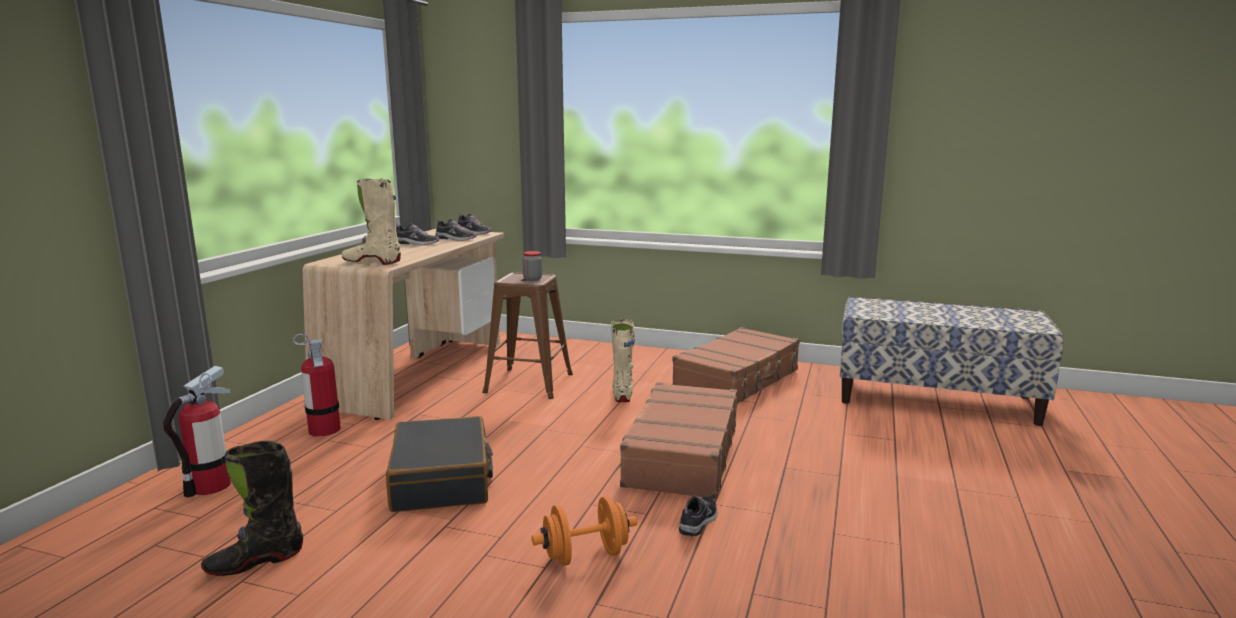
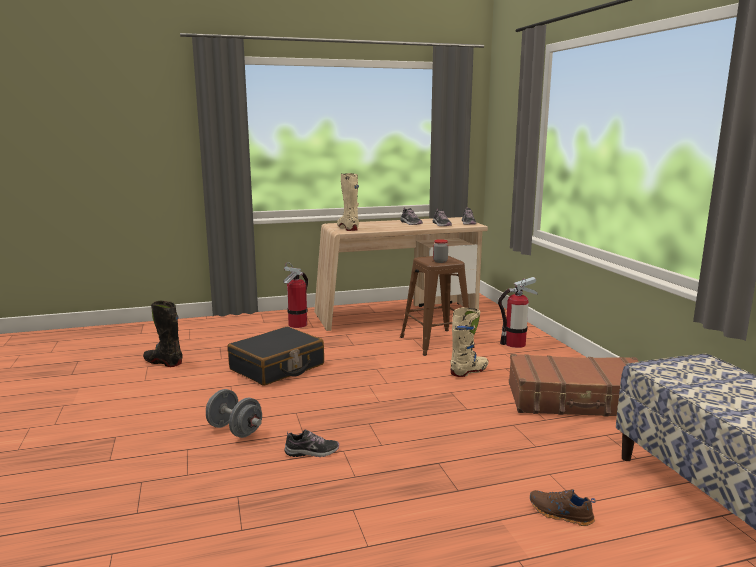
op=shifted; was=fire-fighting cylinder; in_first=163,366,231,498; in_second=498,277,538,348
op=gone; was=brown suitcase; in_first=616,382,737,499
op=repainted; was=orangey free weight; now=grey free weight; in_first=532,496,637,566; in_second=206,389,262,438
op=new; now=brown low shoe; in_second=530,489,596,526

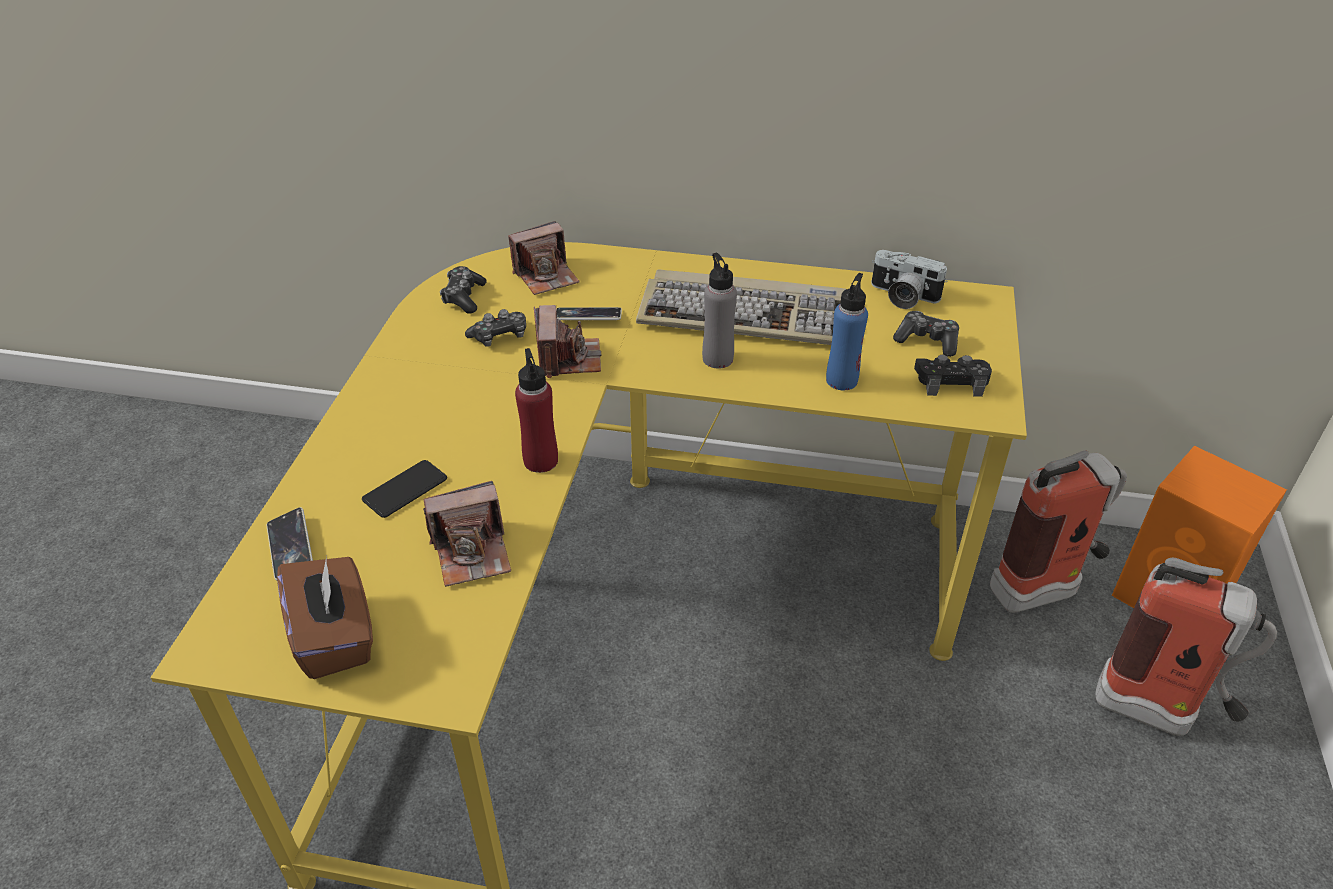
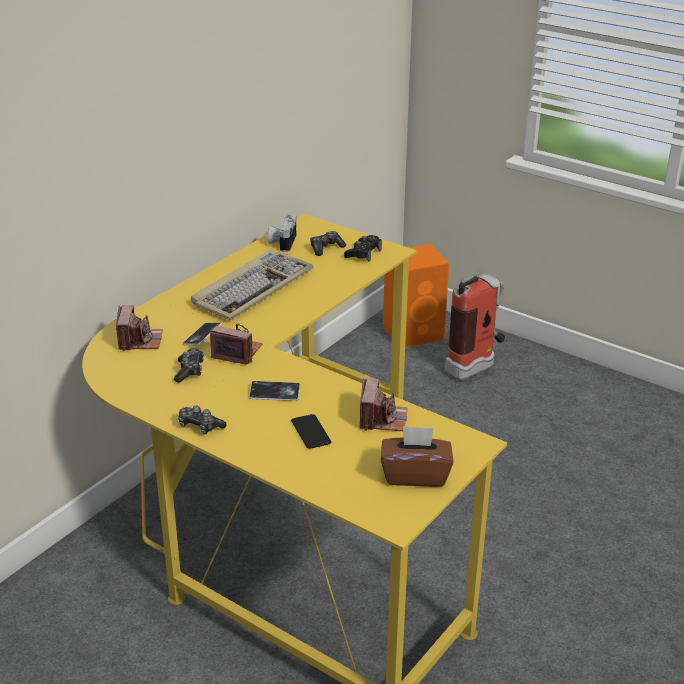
op=rotated; was=photo camera; in_first=871,250,947,309; in_second=268,214,296,252; clockwise=135
op=gone; was=grey bottle; in_first=702,253,737,369
op=shifted; was=joypad; in_first=440,266,487,313; in_second=178,405,227,434
op=gone; was=blue-coloured bottle; in_first=826,273,868,390
op=gone; was=red-coloured bottle; in_first=515,348,558,473
op=gone; was=fire-fighting cylinder; in_first=990,450,1127,613
op=shifted; was=telephone; in_first=267,507,313,581; in_second=249,381,300,401

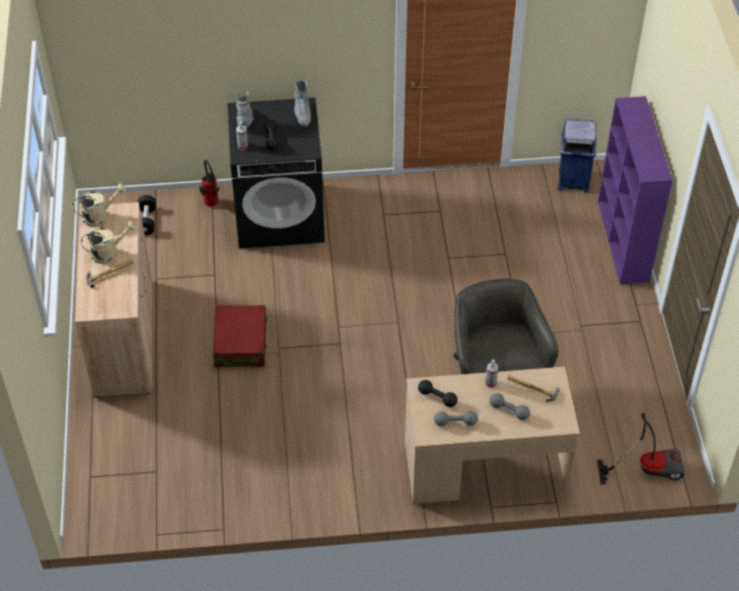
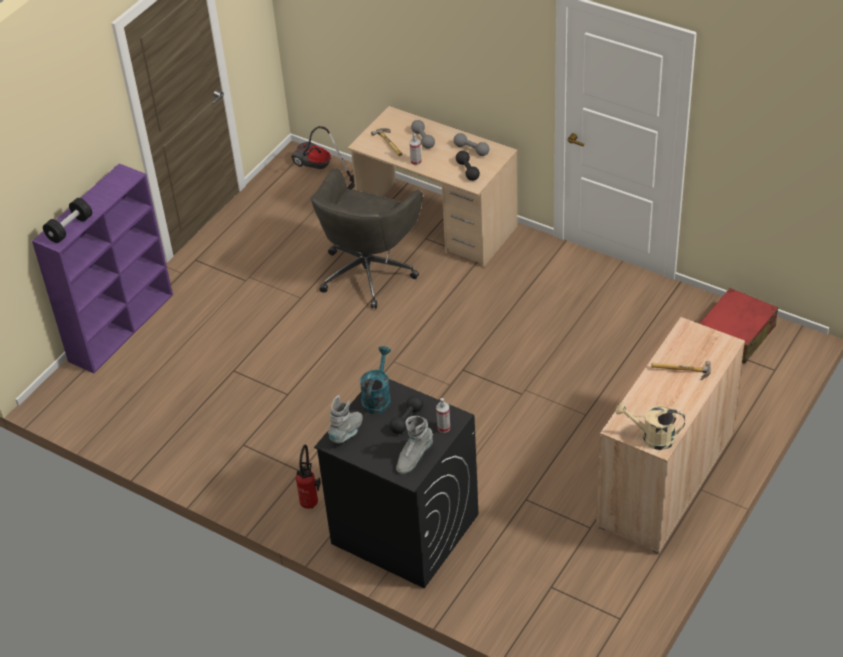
op=gone; was=blue-coloured waste bin; in_first=558,119,597,193
op=shifted; was=fire-fighting cylinder; in_first=199,160,219,207; in_second=296,444,321,509
op=shifted; was=black-coloured free weight; in_first=138,195,156,235; in_second=43,198,92,243
op=gone; was=sand-coloured watering pot; in_first=81,221,136,263
op=shifted; was=red-coloured suitcase; in_first=213,305,267,367; in_second=699,288,778,363
op=new; now=turquoise-coloured watering pot; in_second=360,346,391,414

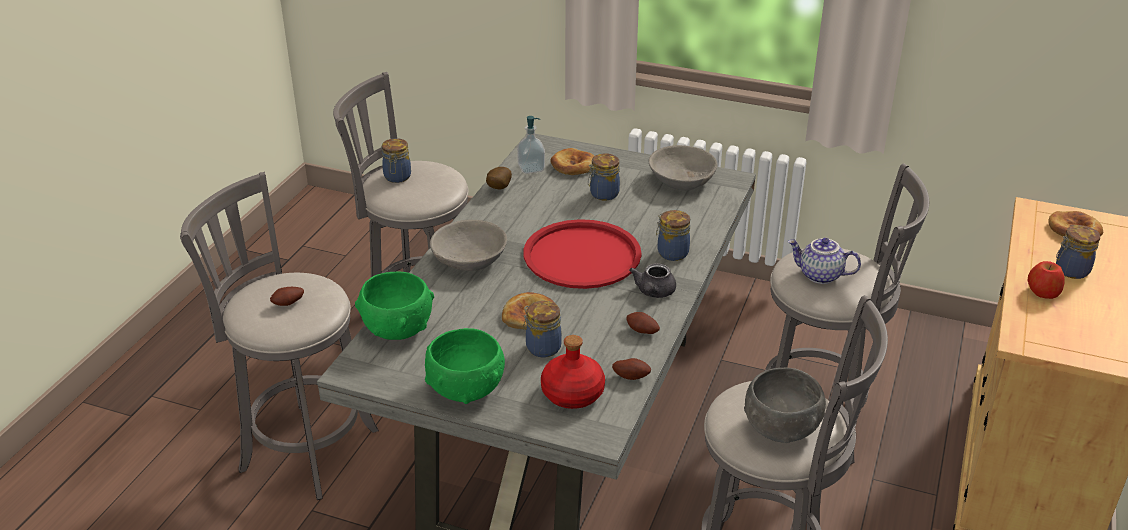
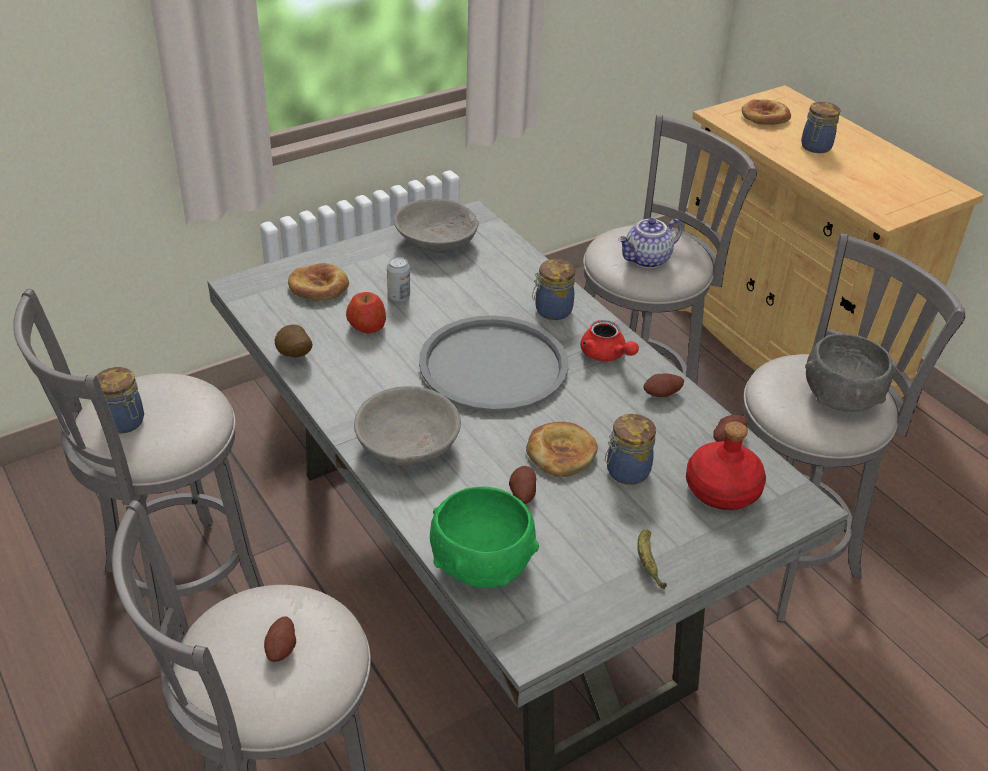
op=gone; was=liquid soap bottle; in_first=517,116,545,174
op=swapped; was=preserve jar; now=can; in_first=588,153,620,200; in_second=387,257,410,302
op=repainted; was=red-coloured serving tray; now=grey serving tray; in_first=524,219,642,289; in_second=419,315,569,412
op=shifted; was=apple; in_first=1028,261,1065,299; in_second=346,292,386,333
op=repainted; was=grey teapot; now=red-coloured teapot; in_first=629,263,676,298; in_second=581,320,639,362
op=swapped; was=green deep dish; now=banana fruit; in_first=425,328,505,404; in_second=637,530,667,589
op=new; now=whole potato; in_second=509,466,536,504

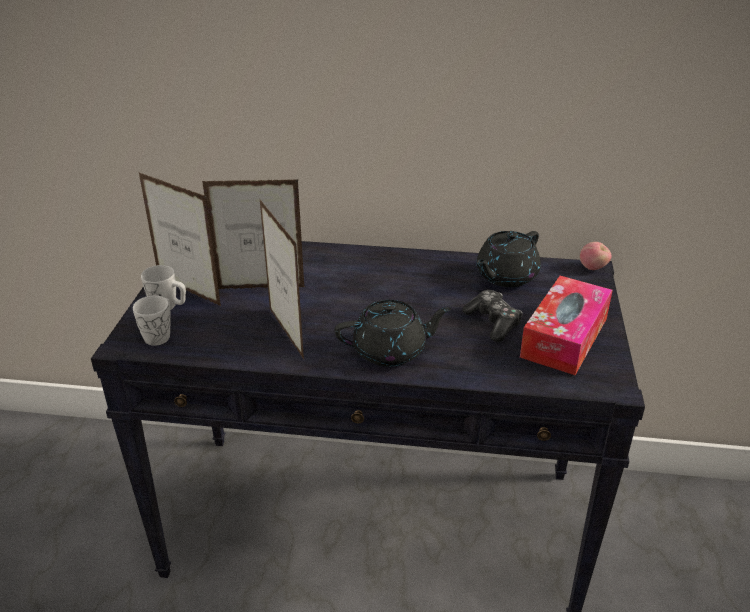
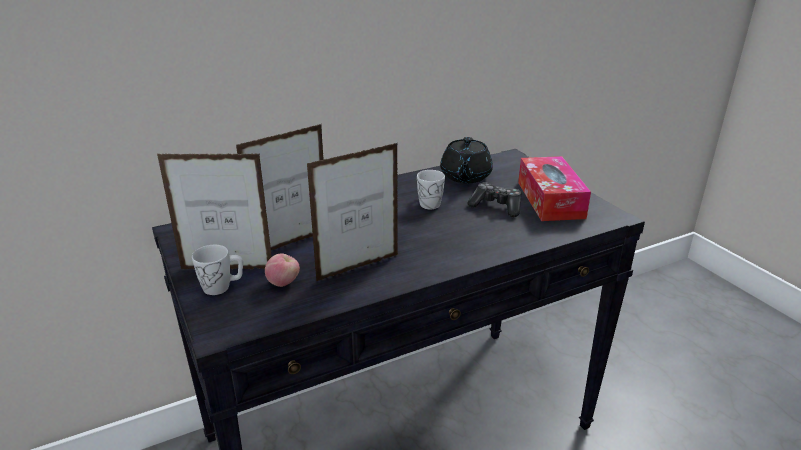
op=rotated; was=photo frame; in_first=260,200,304,359; in_second=307,143,398,281; clockwise=-60
op=shifted; was=apple; in_first=580,242,611,270; in_second=265,254,300,287
op=shifted; was=whitish tea mug; in_first=133,296,171,346; in_second=417,170,445,209
op=gone; was=black-coloured teapot; in_first=334,300,451,367

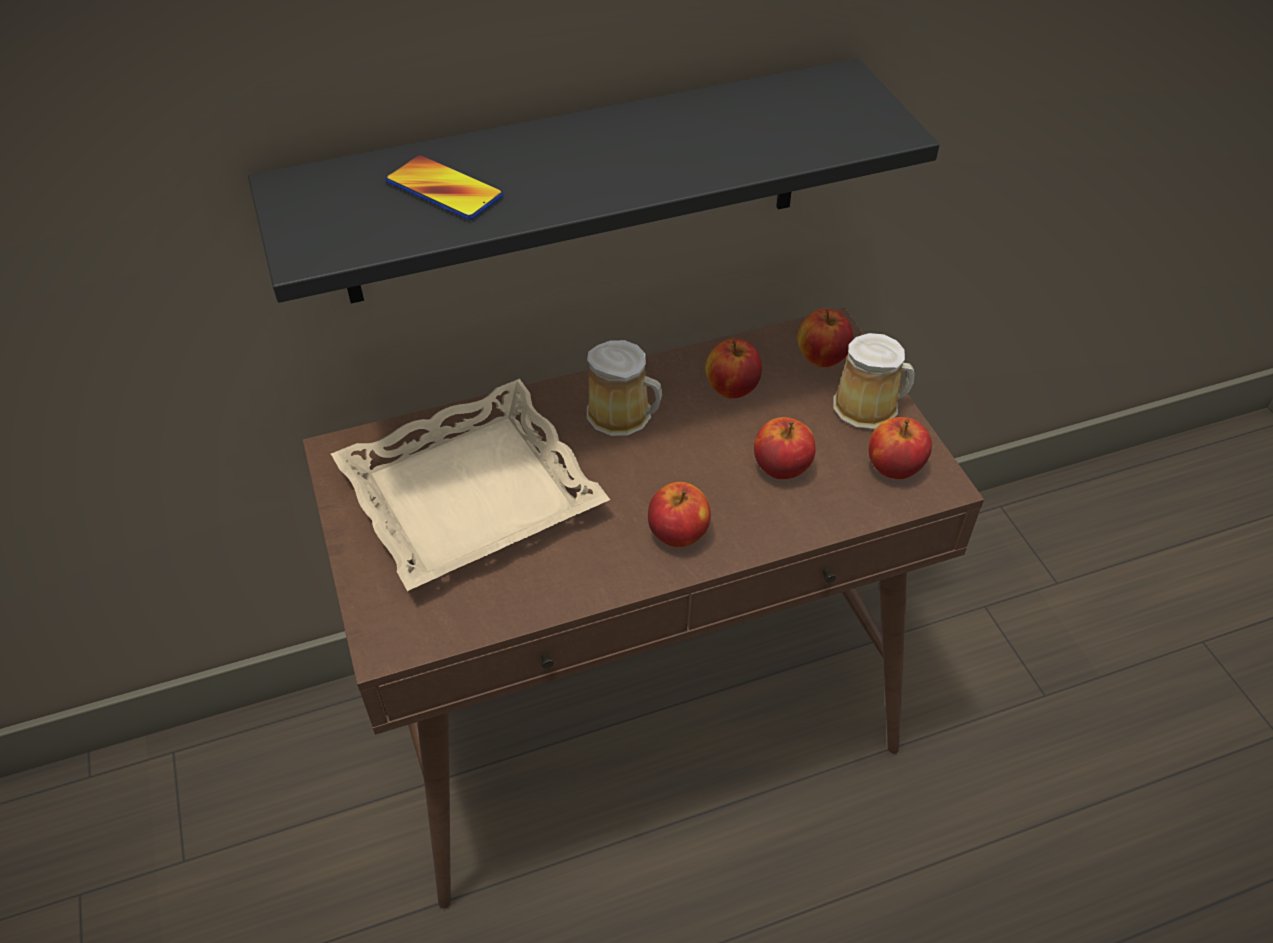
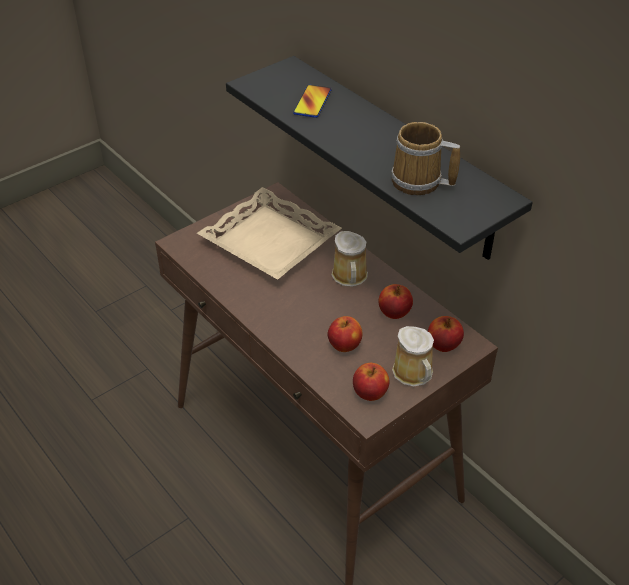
op=gone; was=apple; in_first=648,482,711,547
op=new; now=tea mug; in_second=391,122,460,195

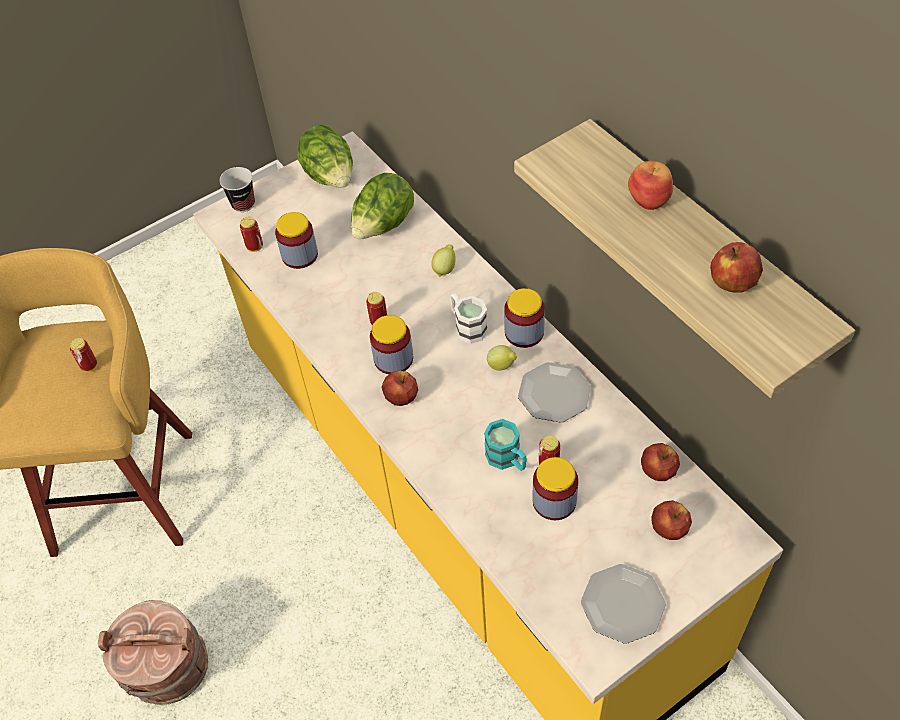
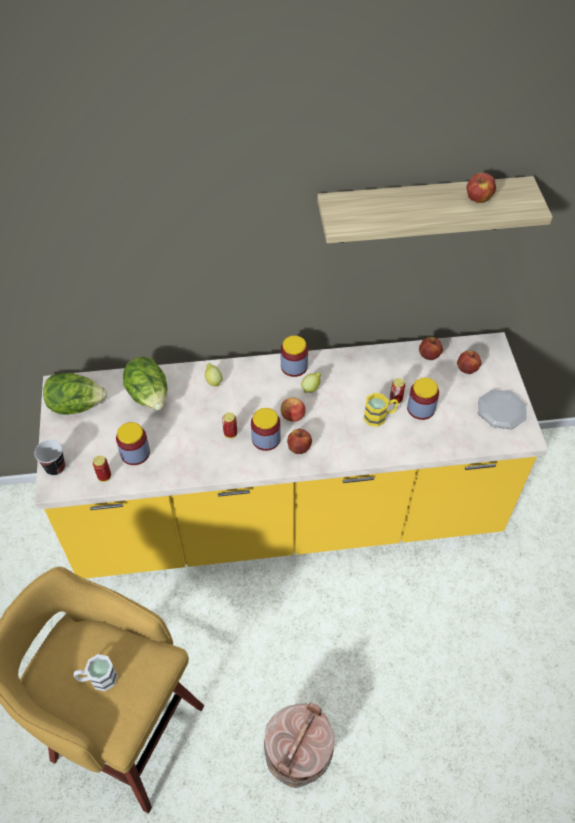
op=shifted; was=apple; in_first=628,161,673,210; in_second=281,397,306,422
op=shifted; was=whitish tea mug; in_first=450,294,488,344; in_second=73,654,118,691
op=gone; was=can; in_first=70,338,98,372
op=gone; was=dinner plate; in_first=518,362,591,423
op=repainted; was=turquoise-coloured tea mug; now=yellow tea mug; in_first=484,419,527,471; in_second=363,393,398,427

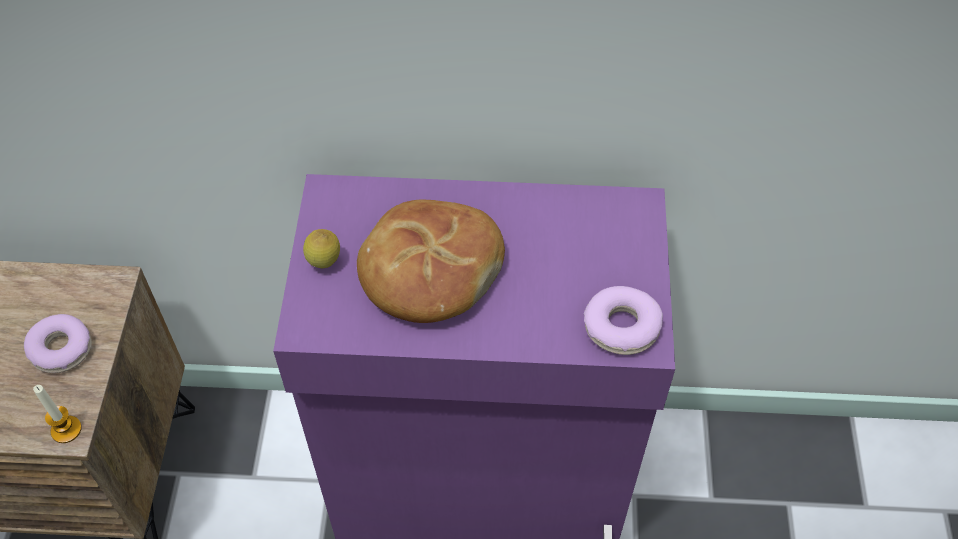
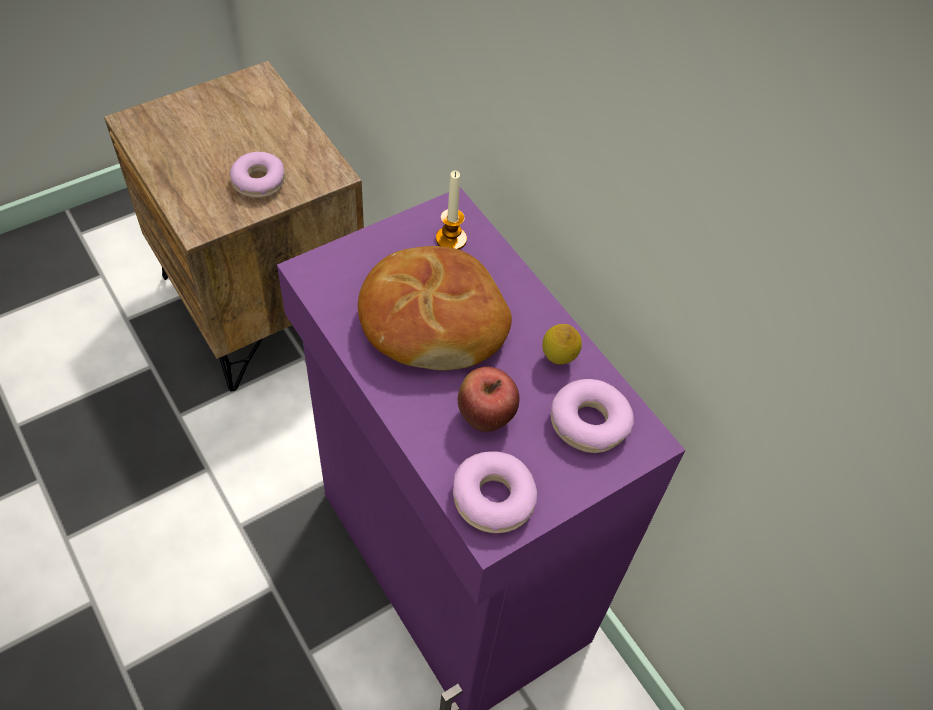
op=shifted; was=whole lemon; in_first=303,229,340,268; in_second=542,324,582,364
op=shifted; was=candle; in_first=33,385,82,443; in_second=436,171,467,250
op=new; now=apple; in_second=458,367,519,432
op=new; now=donut; in_second=551,379,634,453

